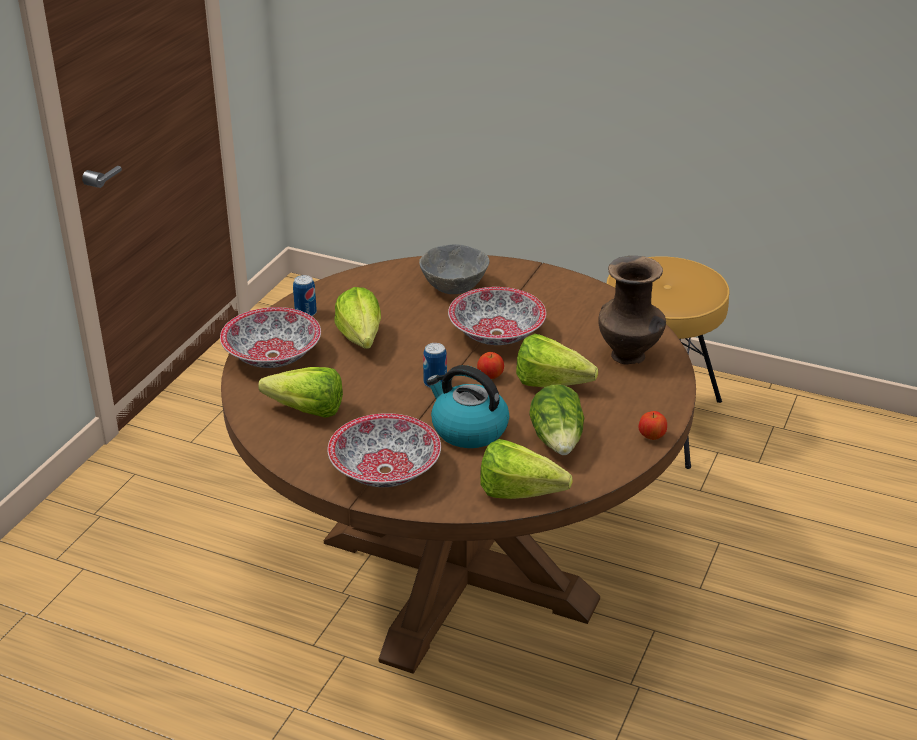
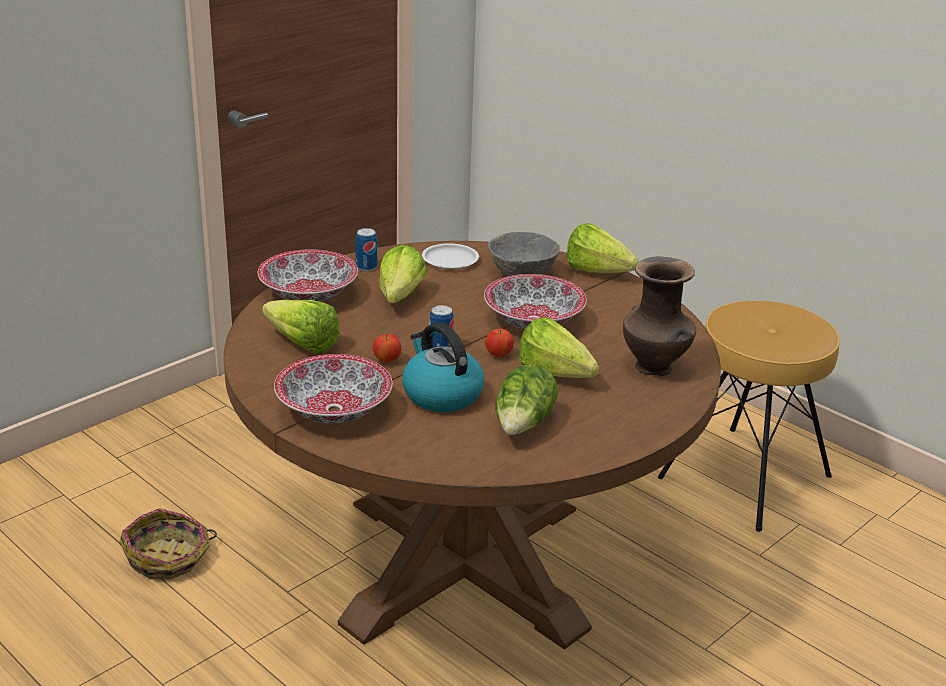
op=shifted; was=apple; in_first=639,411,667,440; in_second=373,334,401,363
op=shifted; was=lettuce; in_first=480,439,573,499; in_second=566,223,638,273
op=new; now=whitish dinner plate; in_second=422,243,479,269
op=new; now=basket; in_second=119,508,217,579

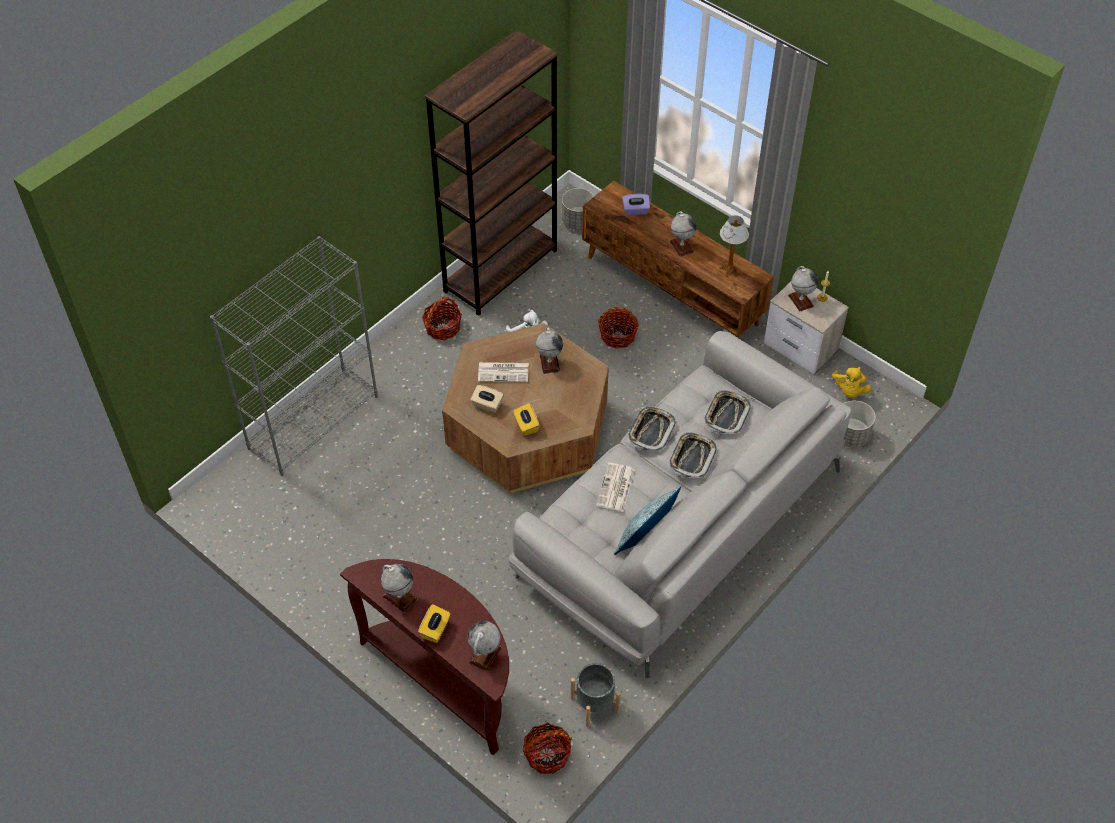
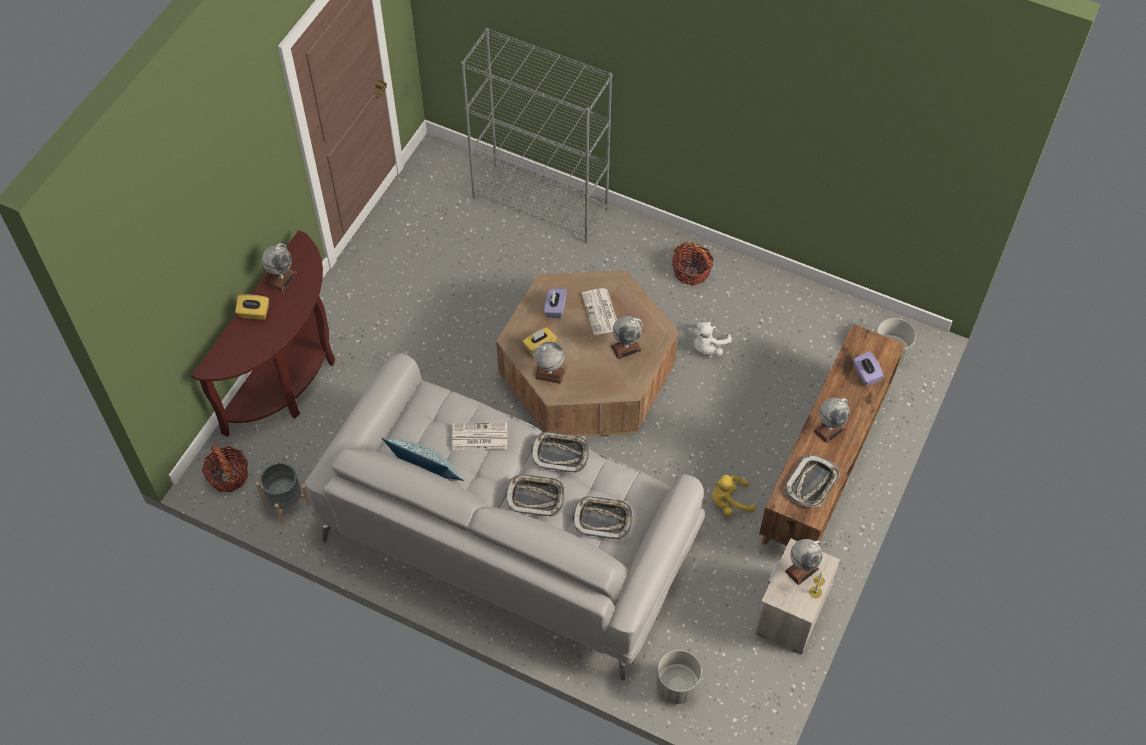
op=gone; was=brown bookcase; in_first=425,30,558,316
op=swapped; was=tabletop lamp; now=serving tray; in_first=720,215,749,277; in_second=785,455,839,507
op=gone; was=basket; in_first=598,307,639,349
op=shifted; was=yellow soft toy; in_first=832,367,871,397; in_second=712,475,756,516
op=repainted; was=sand-coloured tissue holder; now=purplish tissue holder; in_first=470,385,504,413; in_second=544,289,567,319
op=shifted; was=world globe; in_first=467,621,501,671; in_second=533,342,565,384

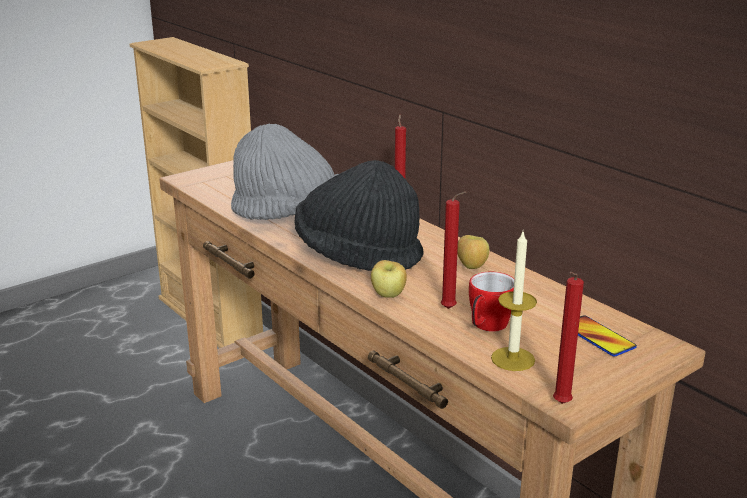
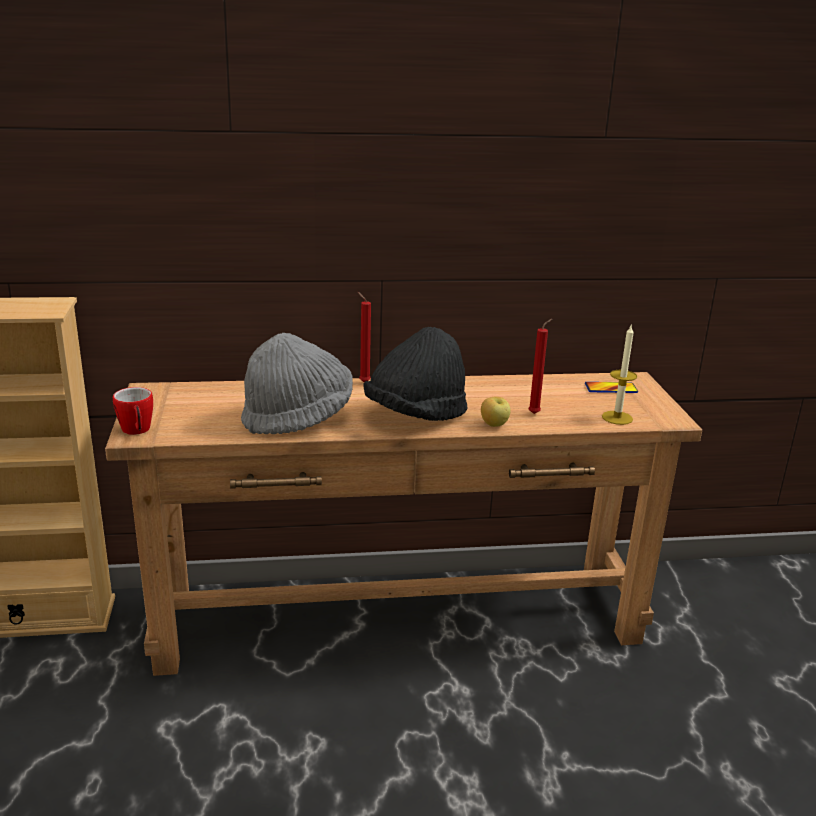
op=gone; was=apple; in_first=457,235,489,269
op=shifted; was=tea mug; in_first=469,272,514,332; in_second=113,387,153,435
op=gone; was=red-coloured candle; in_first=553,272,584,404

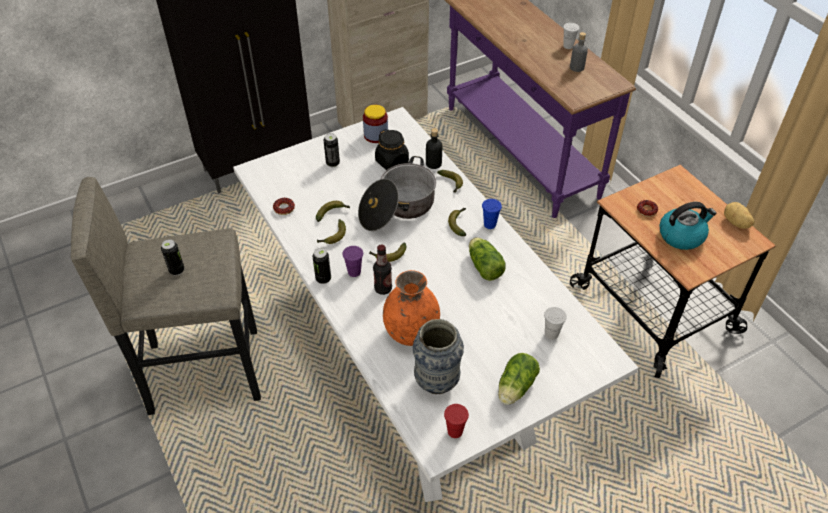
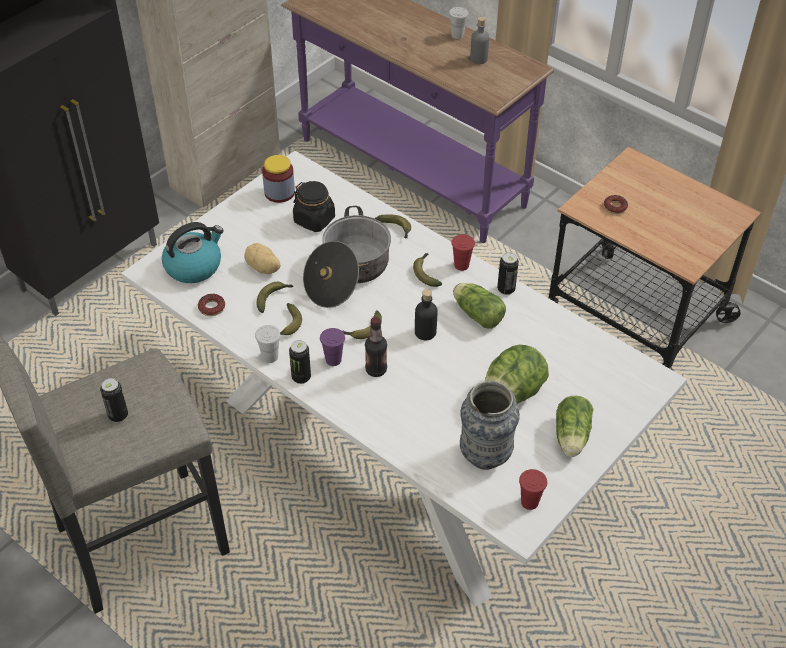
op=shifted; was=black-coloured bottle; in_first=426,128,442,169; in_second=415,289,438,340
op=shifted; was=can; in_first=324,133,340,167; in_second=497,252,519,295
op=repainted; was=blue-coloured cup; now=red-coloured cup; in_first=482,199,502,229; in_second=451,234,475,271
op=shifted; was=tea kettle; in_first=659,202,716,250; in_second=162,222,224,283
op=shifted; was=whole potato; in_first=724,202,754,229; in_second=244,243,281,274
op=gone; was=orangey vase; in_first=383,270,440,346
op=shifted; was=whitish cup; in_first=544,307,567,340; in_second=255,325,280,363
op=new; now=lettuce; in_second=485,344,549,404

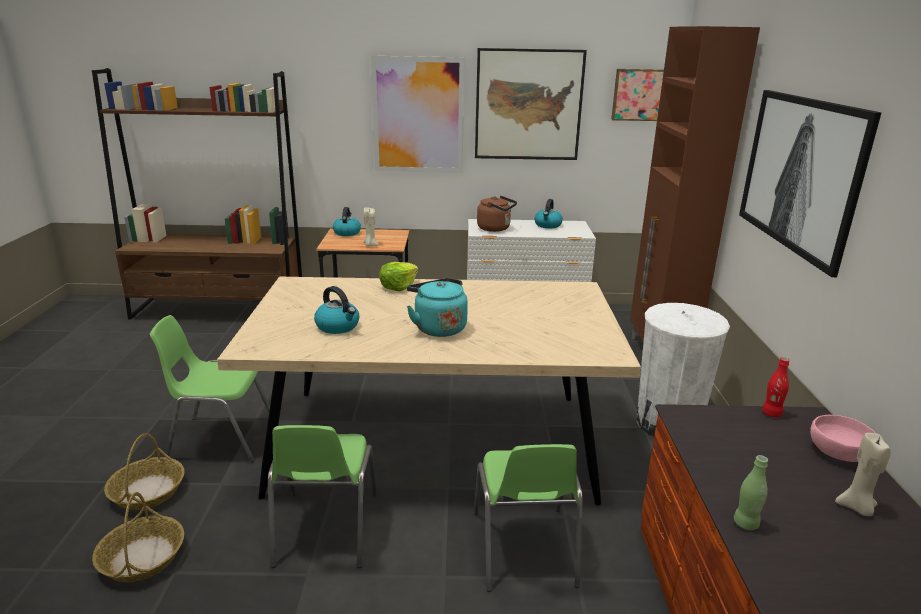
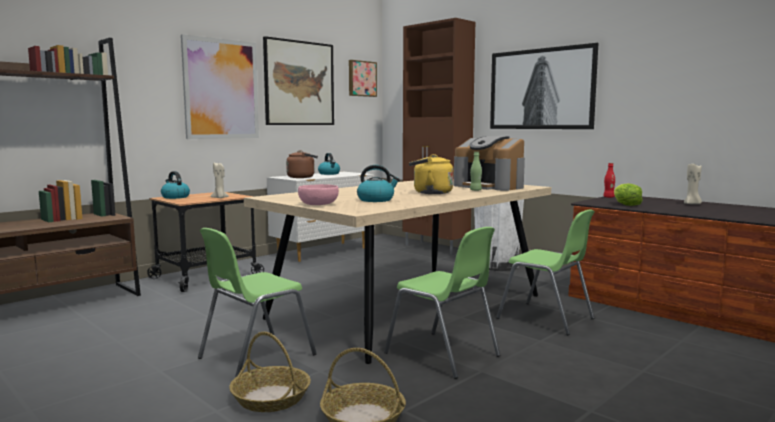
op=shifted; was=lettuce; in_first=379,262,419,291; in_second=614,183,643,206
op=repainted; was=turquoise-coloured tea kettle; now=yellow tea kettle; in_first=407,278,468,337; in_second=409,154,454,194
op=shifted; was=pinkish deep dish; in_first=810,415,875,462; in_second=298,184,339,205
op=shifted; was=green bottle; in_first=734,455,768,530; in_second=470,152,482,191
op=new; now=coffee maker; in_second=454,136,525,191

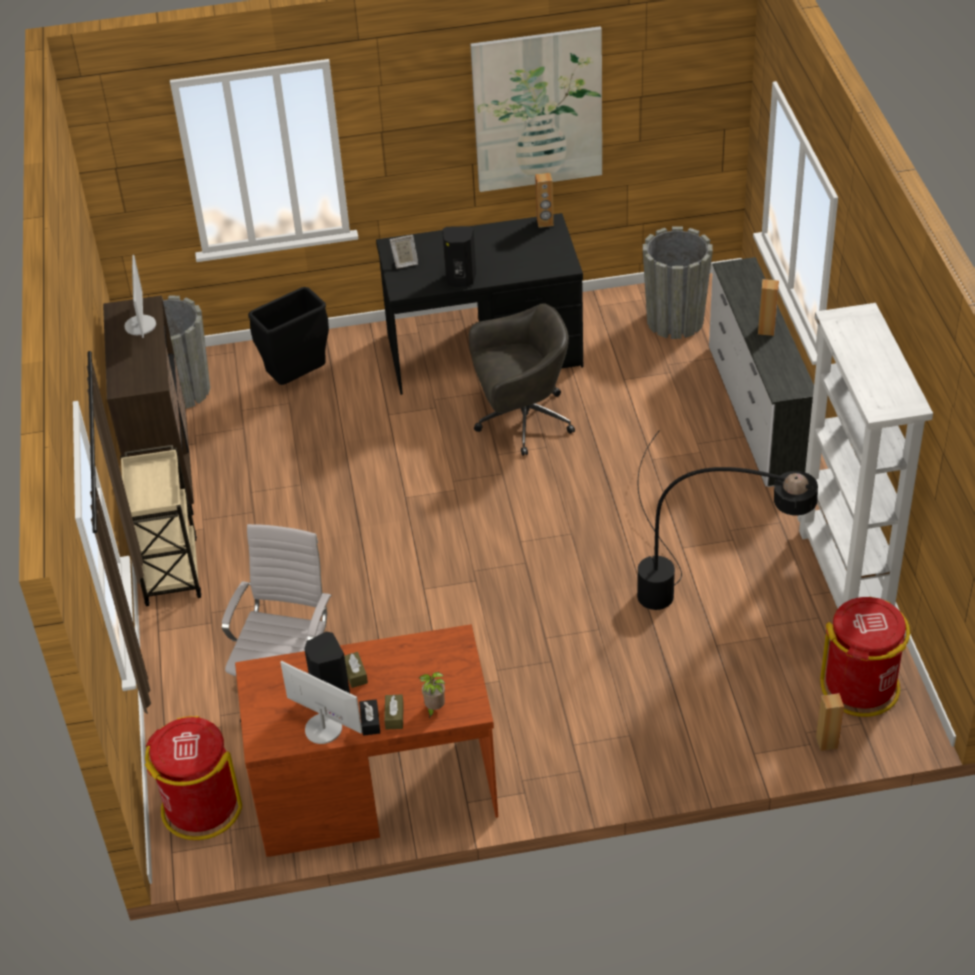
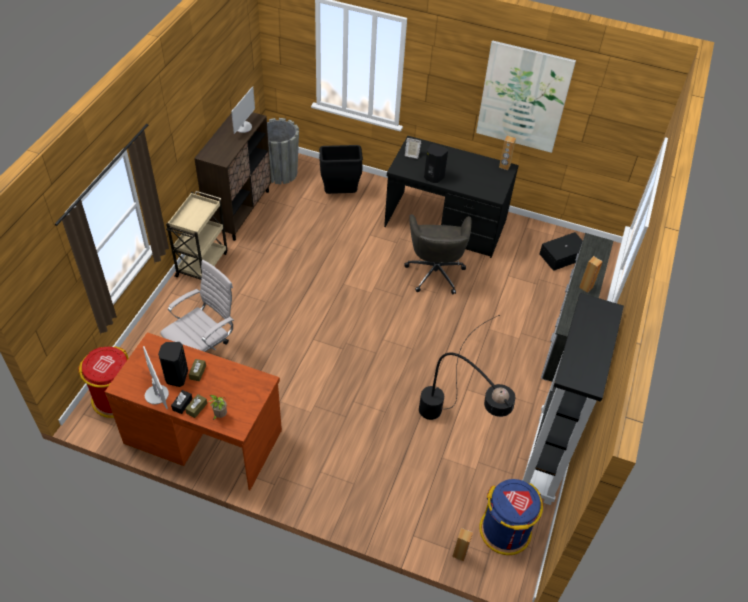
op=swapped; was=grey plant pot; now=black-coloured storage bin; in_first=643,227,713,339; in_second=540,232,583,271
op=rotated; was=grey office chair; in_first=469,303,575,456; in_second=404,214,471,294; clockwise=75
op=repainted; was=whitish bookcase; now=black-coloured bookcase; in_first=797,303,933,608; in_second=522,293,624,505
op=repainted; was=red-coloured waste bin; now=blue-coloured waste bin; in_first=820,597,910,717; in_second=479,479,543,555

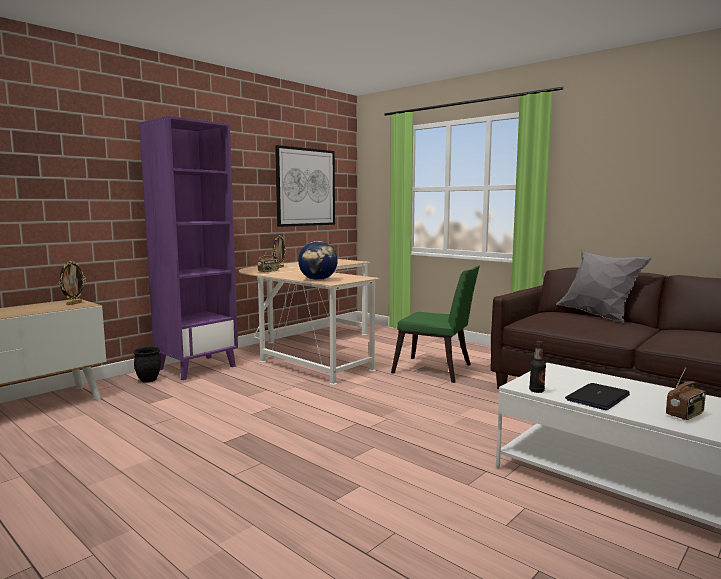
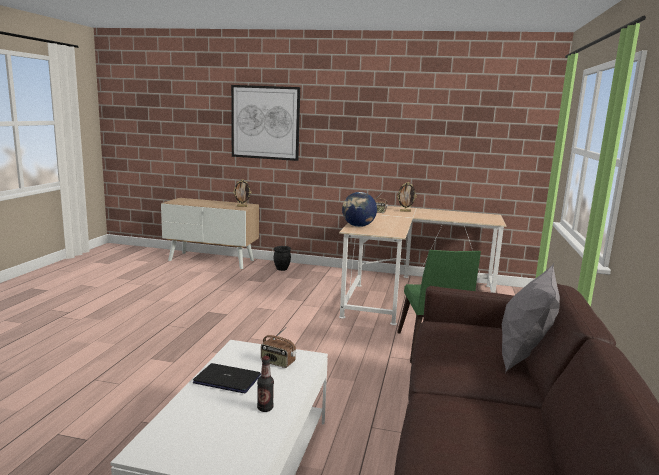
op=gone; was=purplish bookcase; in_first=139,116,238,380
op=shifted; was=wall art; in_first=275,145,335,227; in_second=231,85,300,161
op=shifted; was=bottle; in_first=529,341,546,393; in_second=257,356,274,412
op=shifted; was=radio; in_first=666,368,706,420; in_second=261,327,296,368

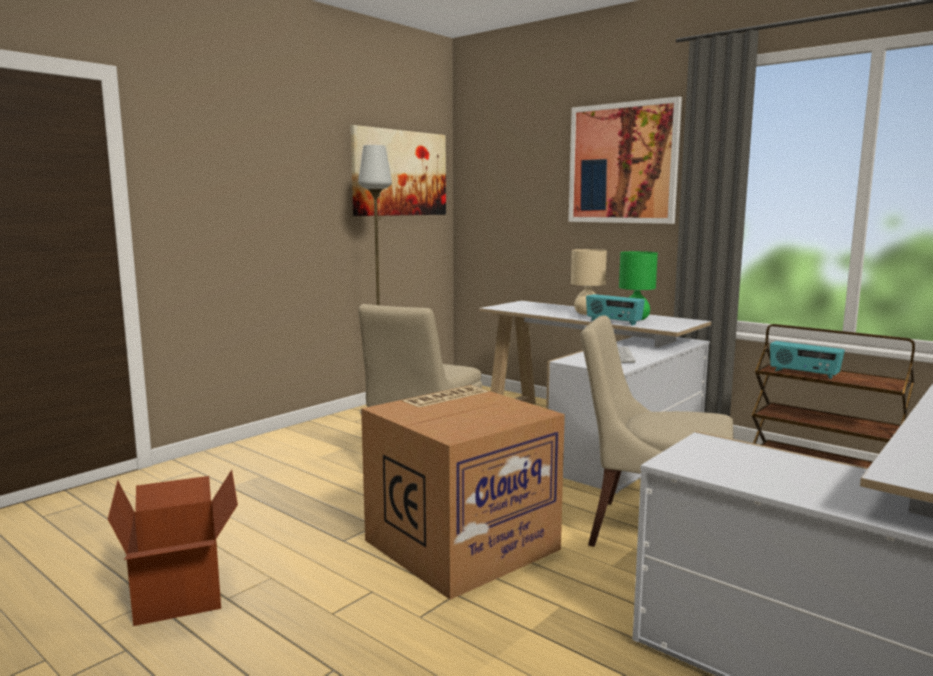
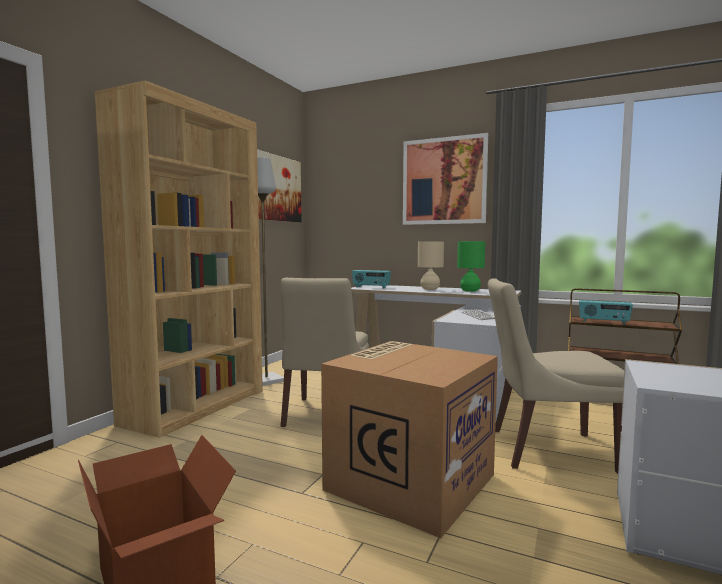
op=shifted; was=radio; in_first=586,294,645,326; in_second=352,270,391,289
op=new; now=brown bookcase; in_second=95,81,263,438

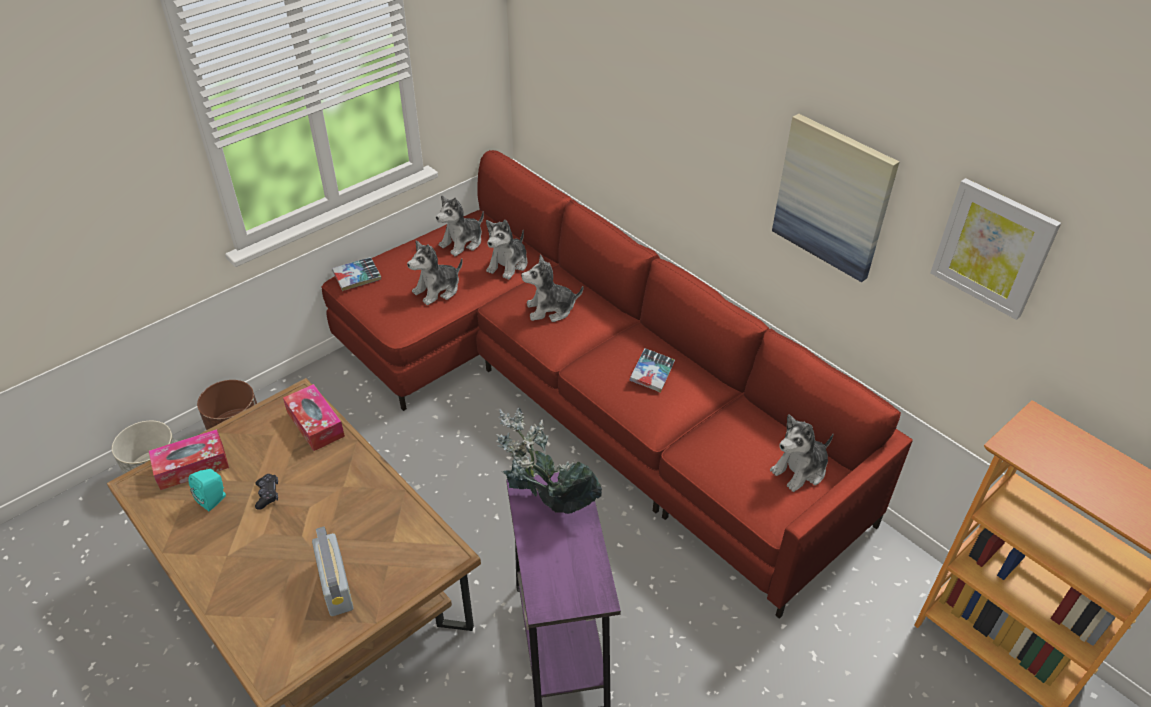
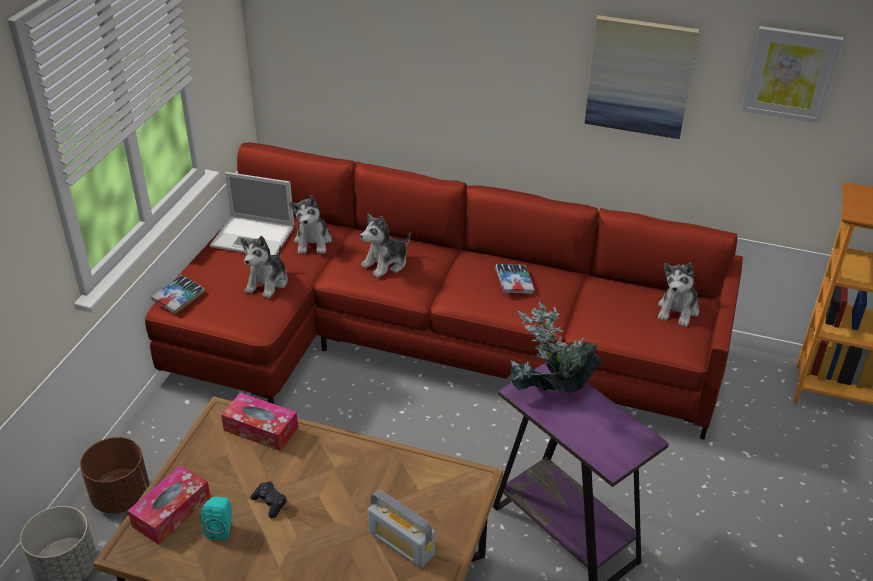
op=swapped; was=soft toy; now=notebook computer; in_first=436,195,484,256; in_second=210,172,294,255

